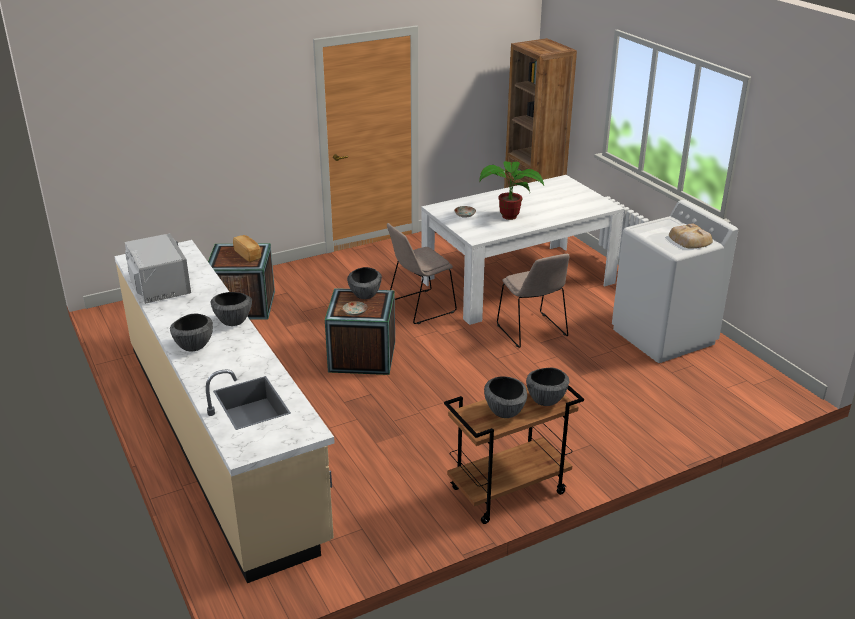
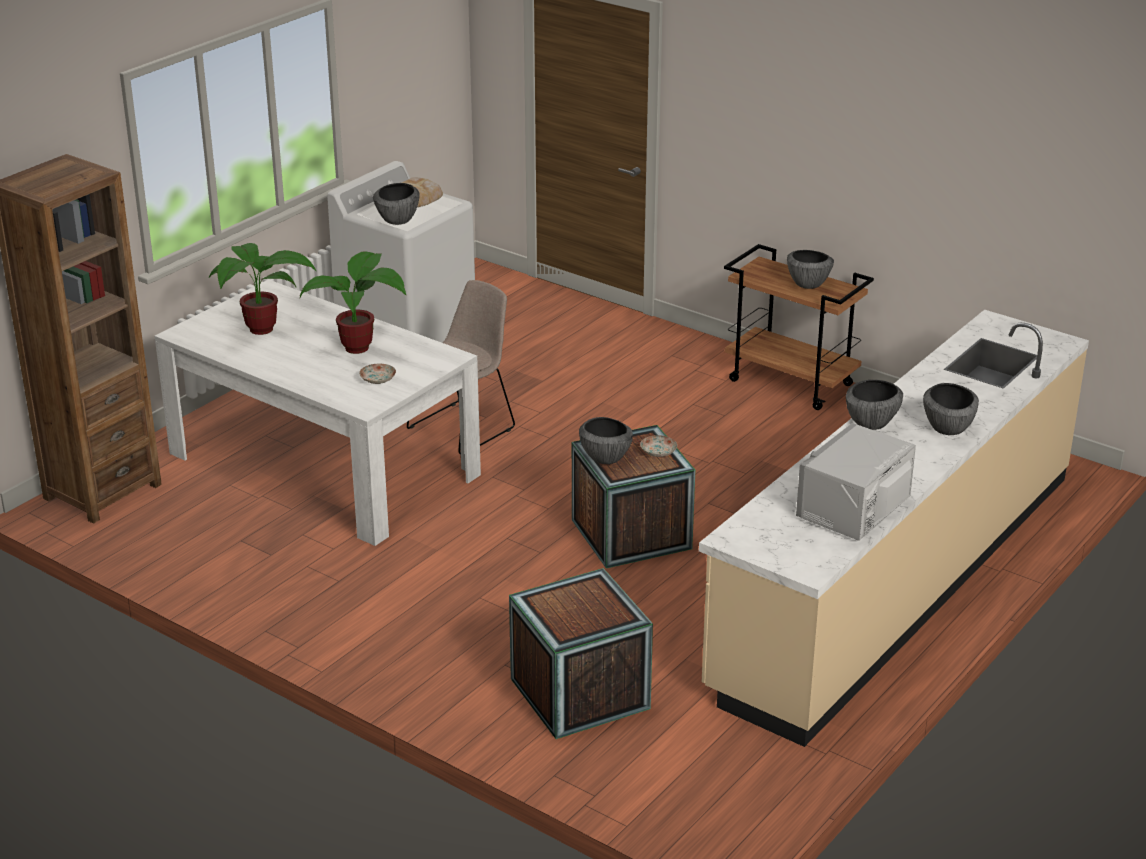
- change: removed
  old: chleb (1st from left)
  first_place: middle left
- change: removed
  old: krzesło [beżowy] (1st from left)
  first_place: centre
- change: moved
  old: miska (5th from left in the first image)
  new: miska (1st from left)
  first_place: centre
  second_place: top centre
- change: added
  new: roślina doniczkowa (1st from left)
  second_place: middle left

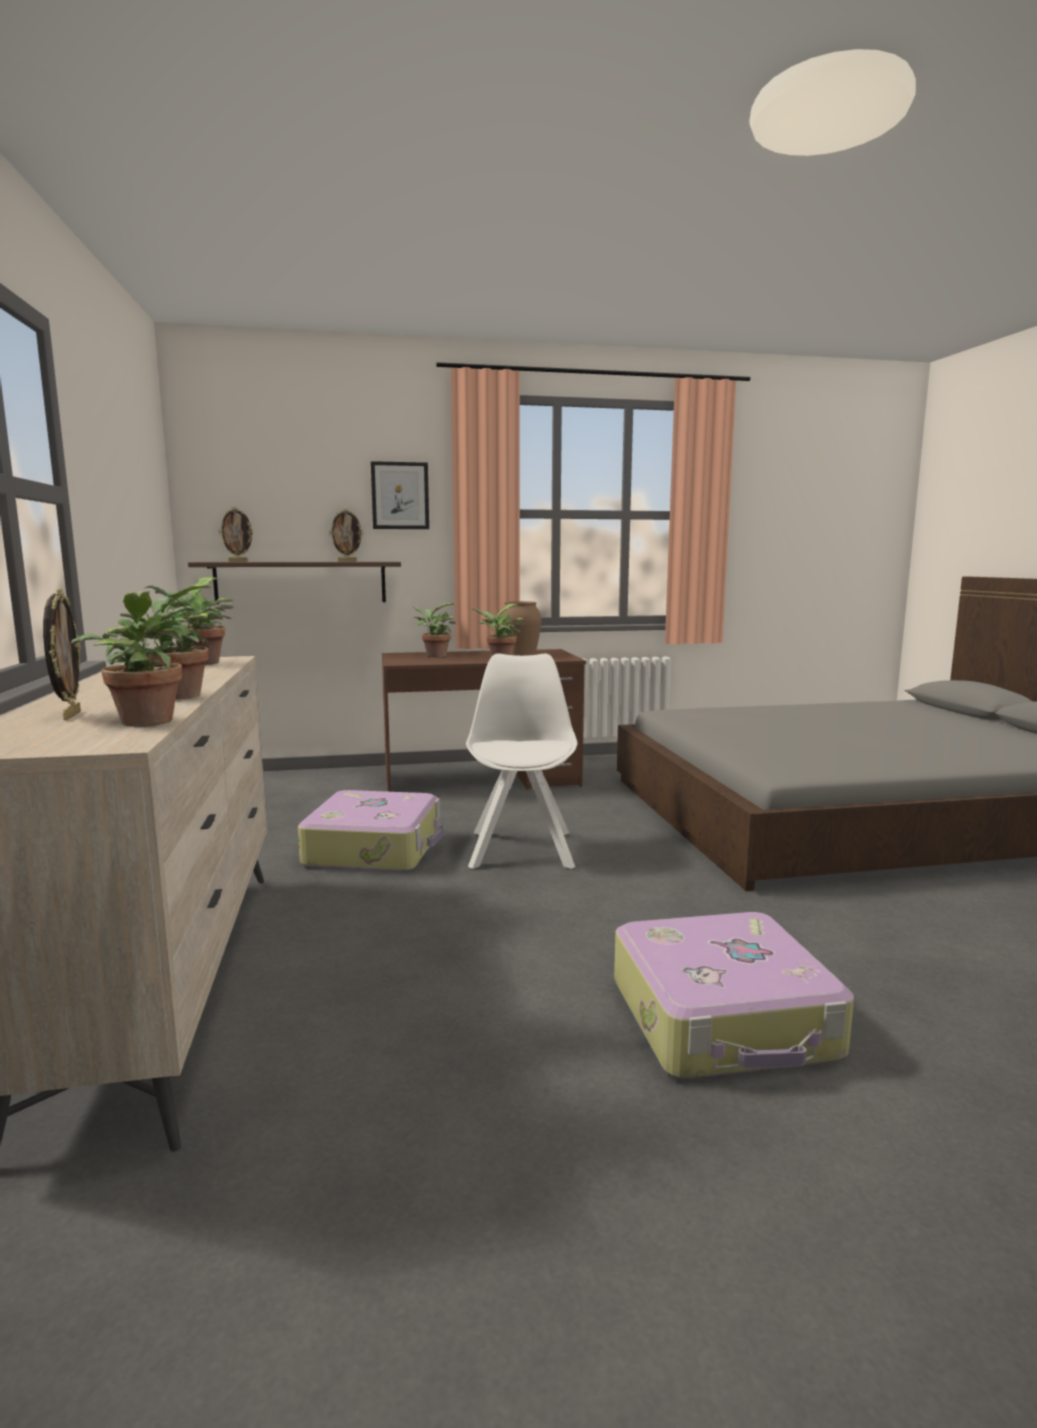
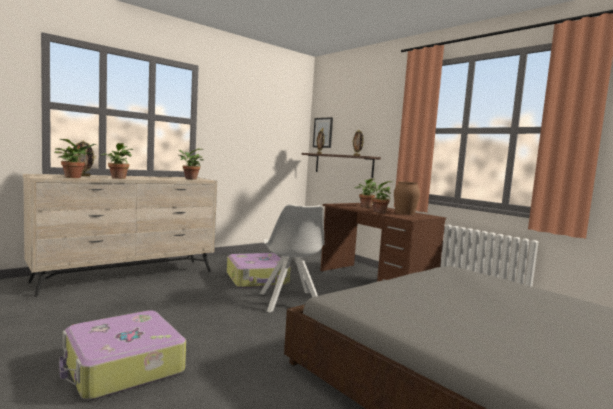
- change: moved
  old: obraz
  first_place: centre
  second_place: top centre
- change: turned
  old: krzesło [biały]
  first_place: centre
  second_place: centre
  degrees: 105

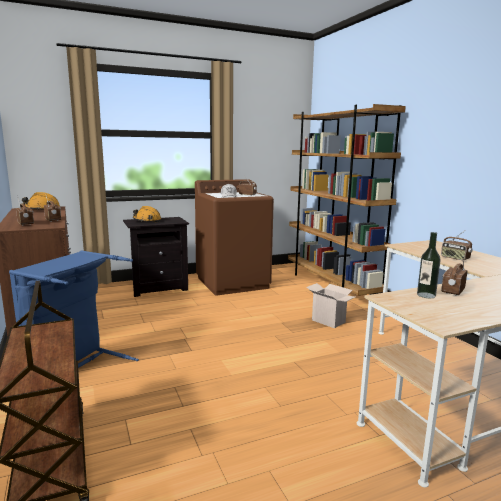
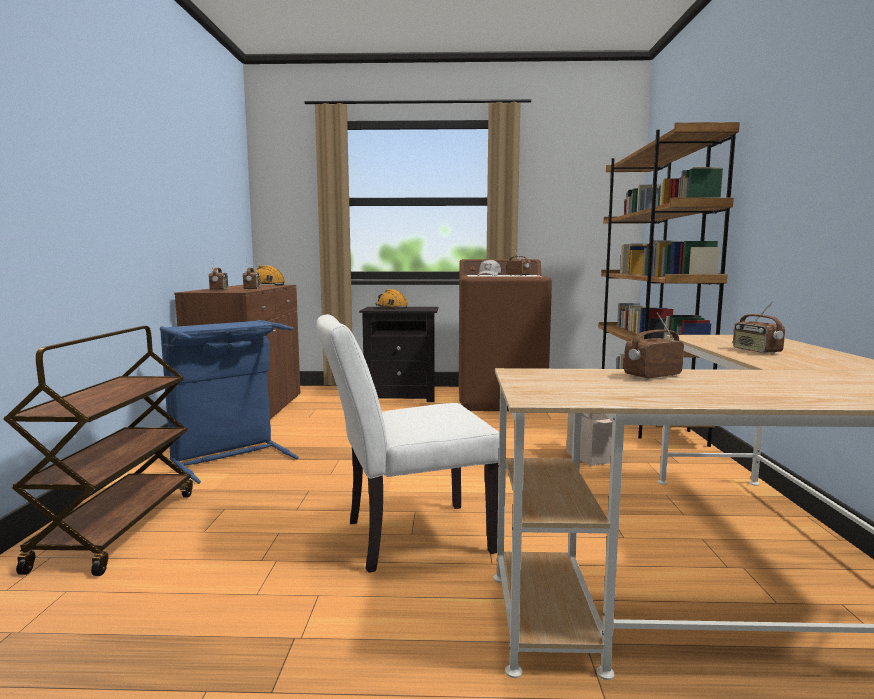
- change: removed
  old: butelka
  first_place: middle right
- change: added
  new: krzesło [biały]
  second_place: centre

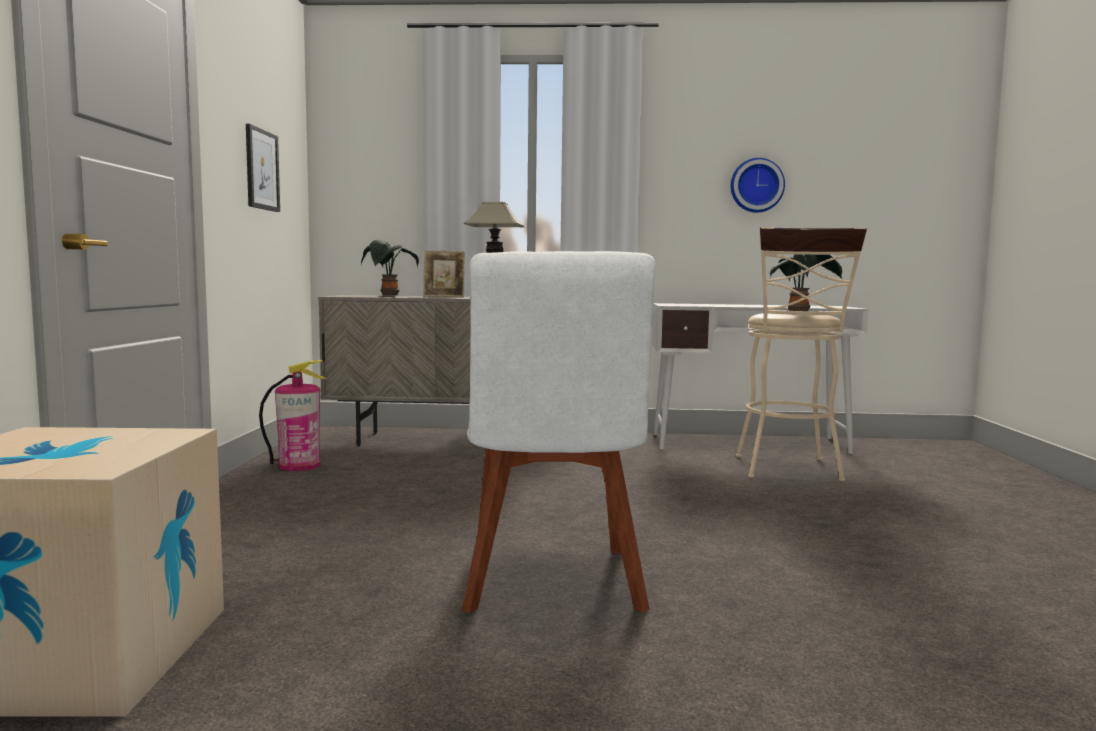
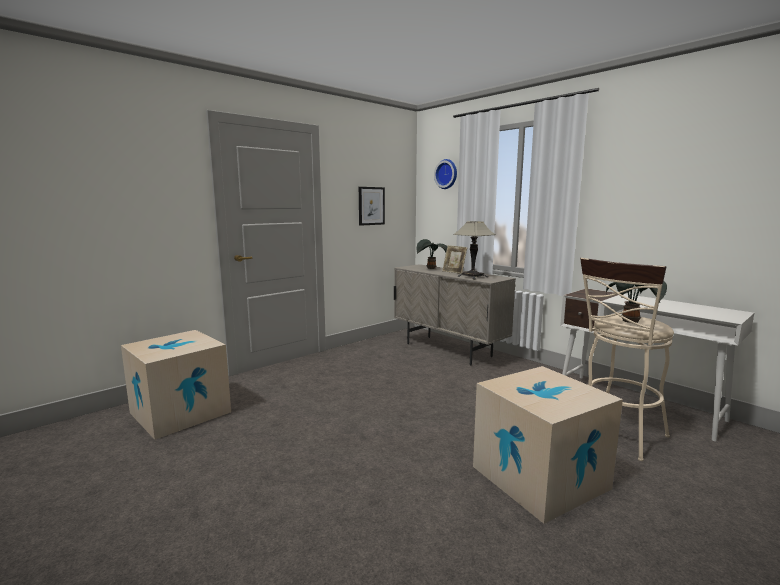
- change: removed
  old: gaśnica
  first_place: middle left
- change: removed
  old: krzesło [biały]
  first_place: centre
- change: moved
  old: zegar ścienny
  first_place: top right
  second_place: top centre
- change: added
  new: karton (2nd from left)
  second_place: bottom right

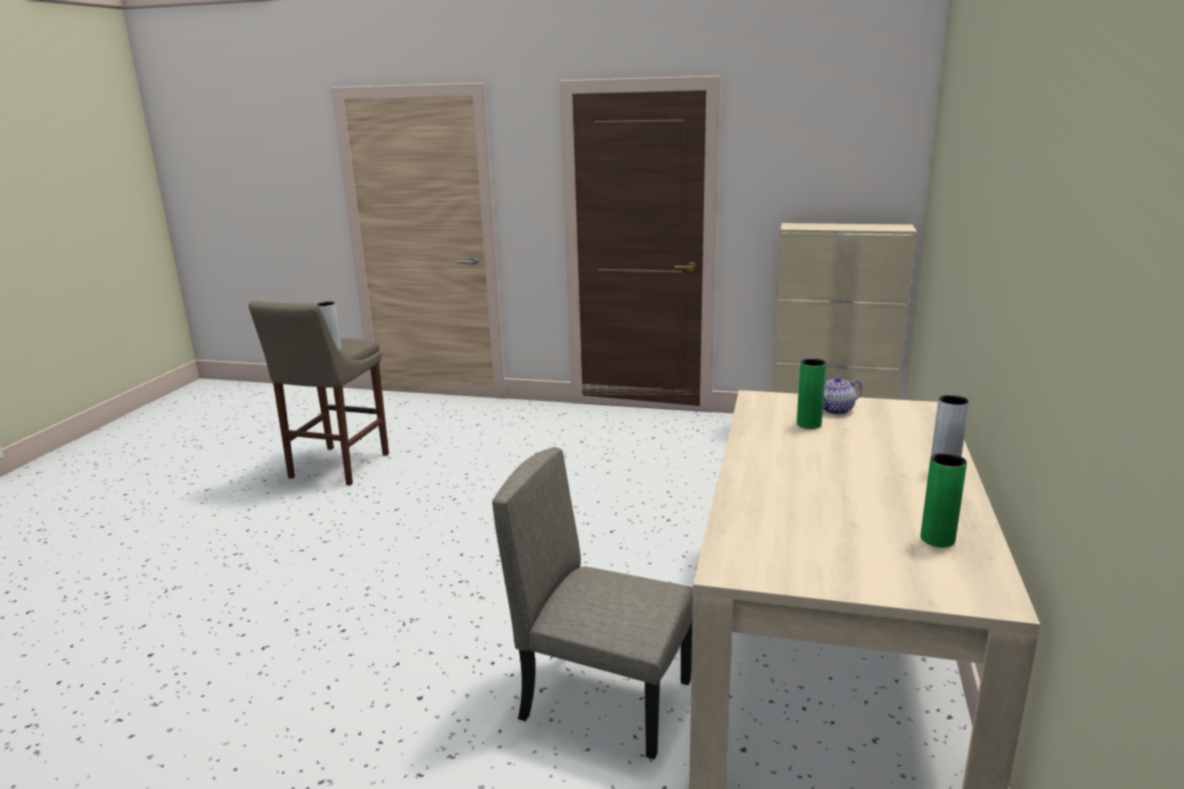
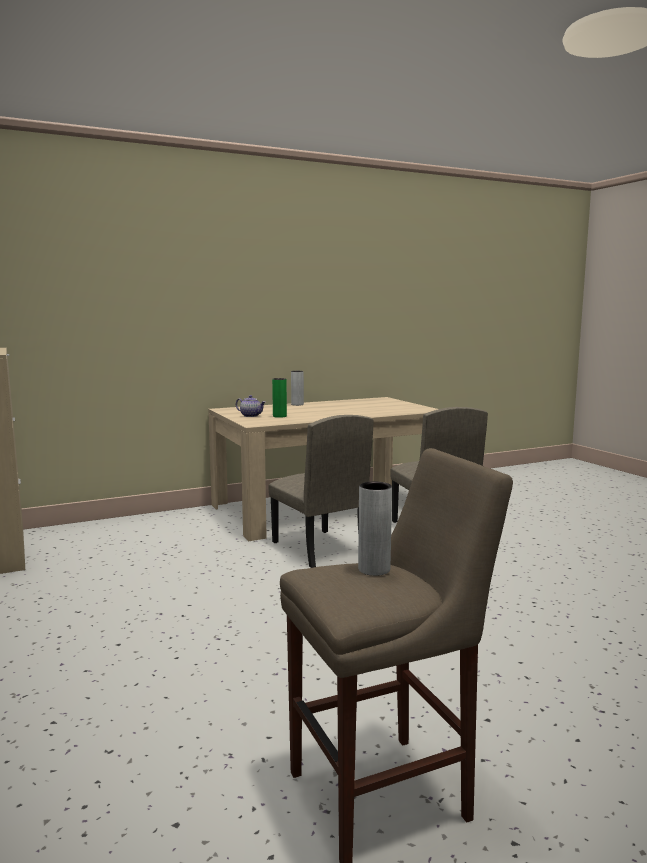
- change: removed
  old: wazon [zielony] (2nd from left)
  first_place: middle right
- change: added
  new: krzesło [beżowy] (1st from left)
  second_place: centre

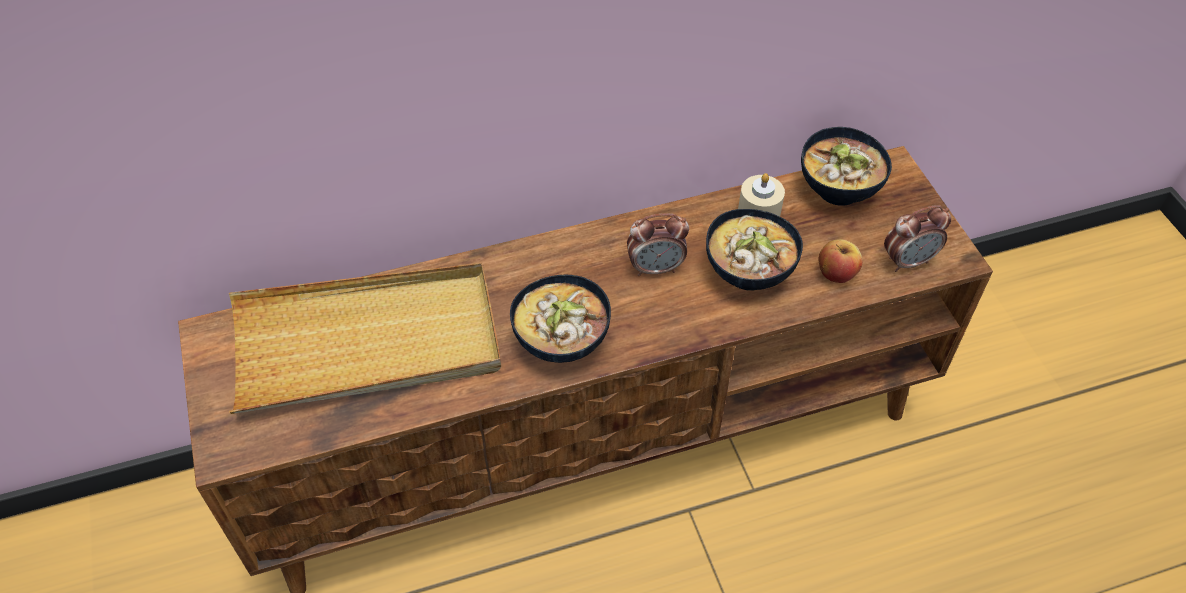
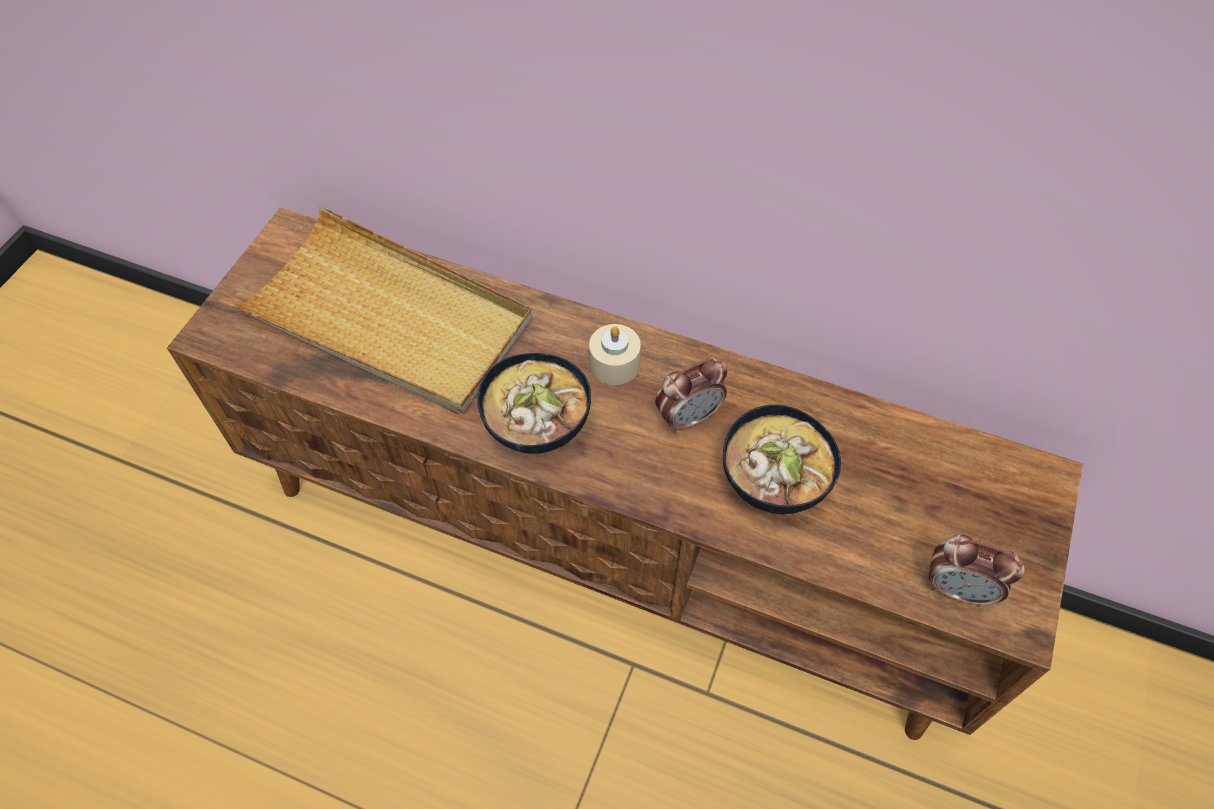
- change: turned
  old: budzik (1st from left)
  first_place: centre
  second_place: centre
  degrees: -60
- change: moved
  old: świeca [beżowy]
  first_place: top centre
  second_place: centre
- change: removed
  old: miska (3rd from left)
  first_place: top right
- change: removed
  old: jabłko
  first_place: middle right

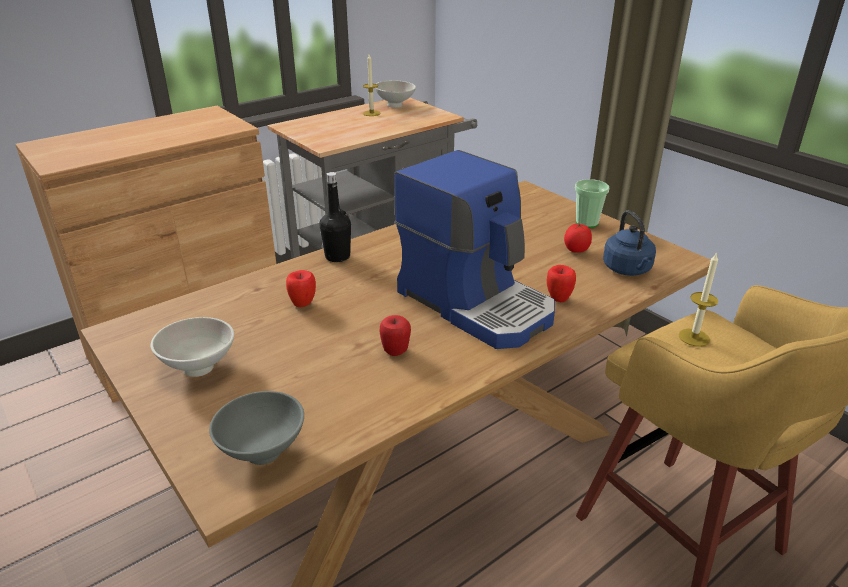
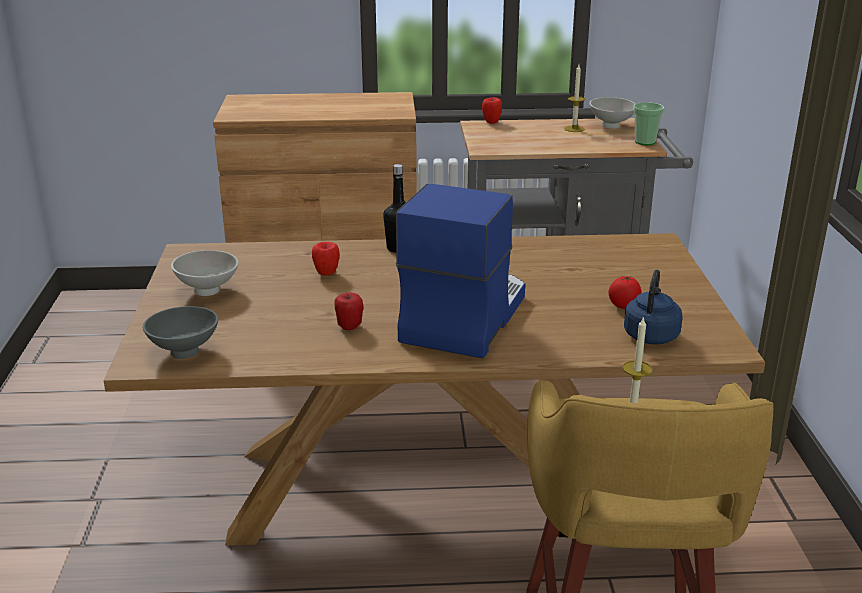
- change: turned
  old: ekspres do kawy
  first_place: centre
  second_place: centre
  degrees: -150
- change: moved
  old: jabłko (3rd from left)
  first_place: centre
  second_place: top centre
- change: moved
  old: filiżanka
  first_place: middle right
  second_place: top right

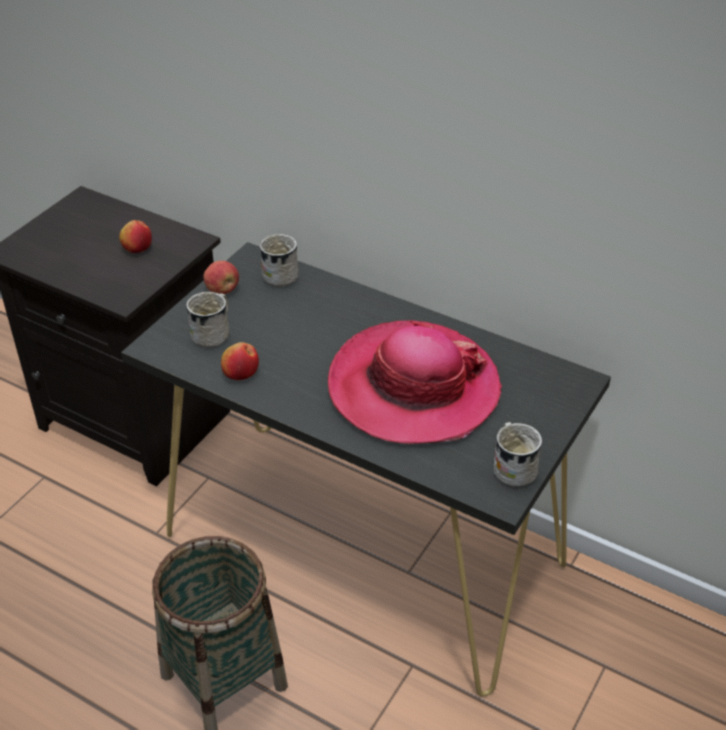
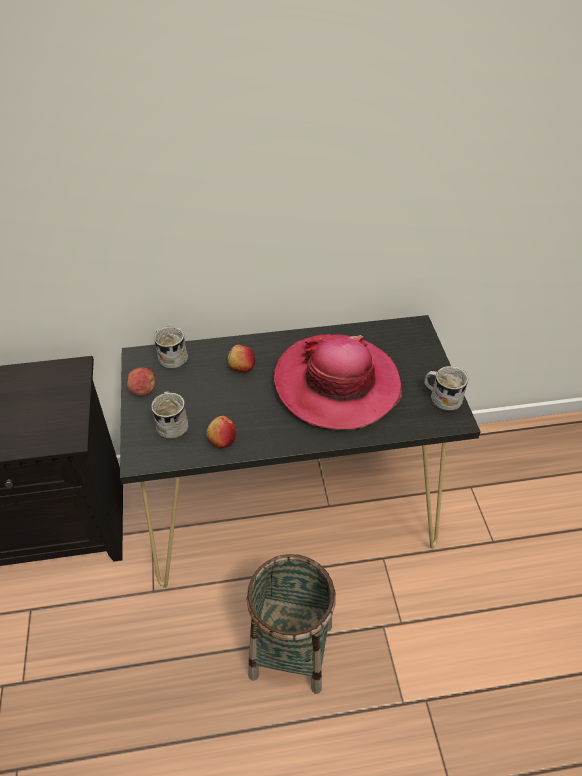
- change: moved
  old: jabłko (1st from left in the first image)
  new: jabłko (3rd from left)
  first_place: top left
  second_place: centre

